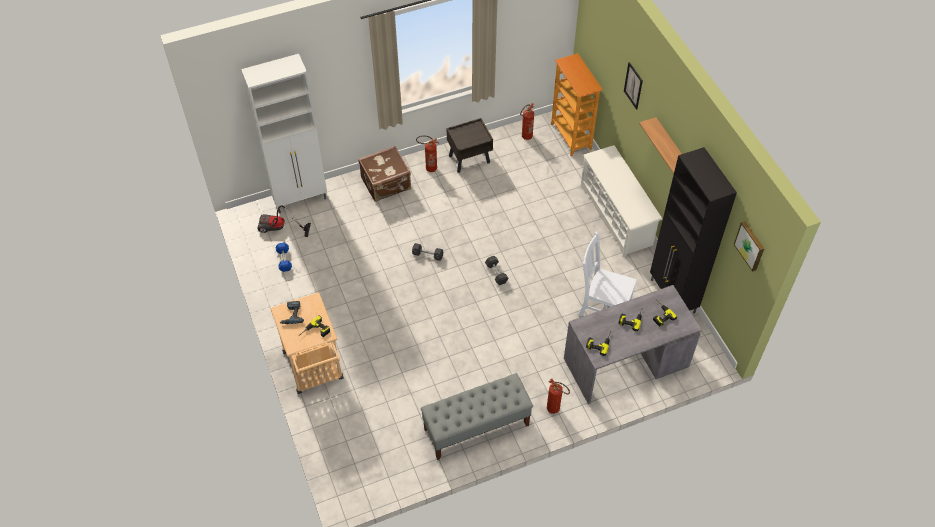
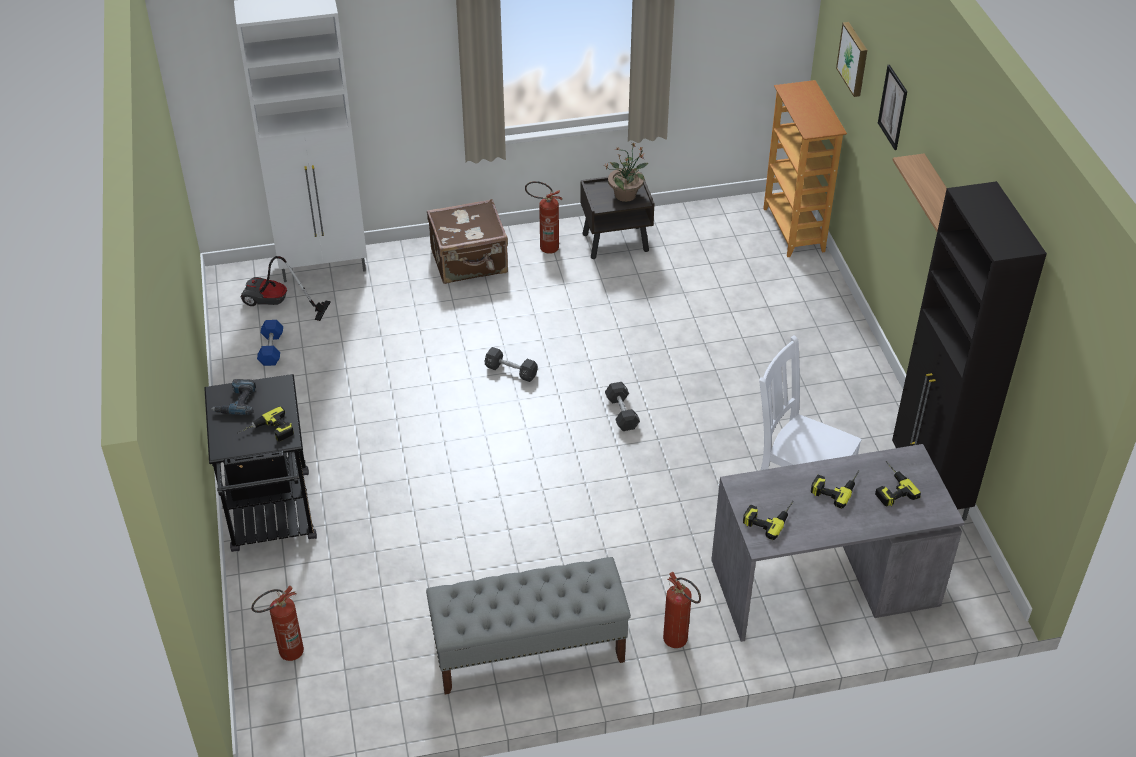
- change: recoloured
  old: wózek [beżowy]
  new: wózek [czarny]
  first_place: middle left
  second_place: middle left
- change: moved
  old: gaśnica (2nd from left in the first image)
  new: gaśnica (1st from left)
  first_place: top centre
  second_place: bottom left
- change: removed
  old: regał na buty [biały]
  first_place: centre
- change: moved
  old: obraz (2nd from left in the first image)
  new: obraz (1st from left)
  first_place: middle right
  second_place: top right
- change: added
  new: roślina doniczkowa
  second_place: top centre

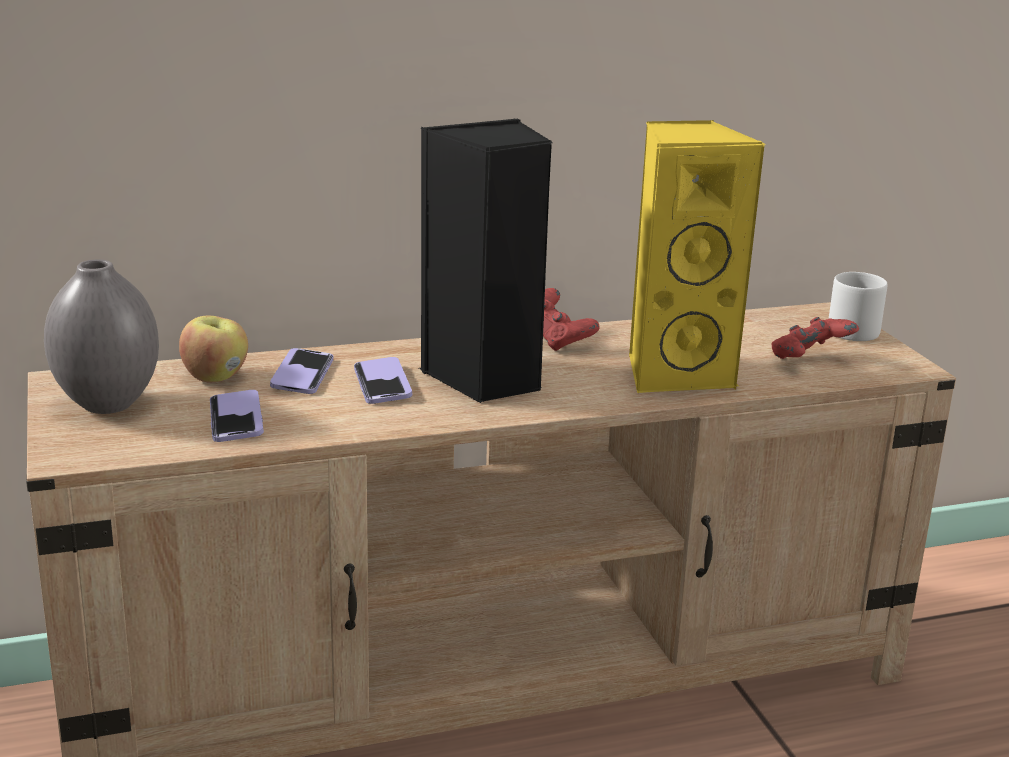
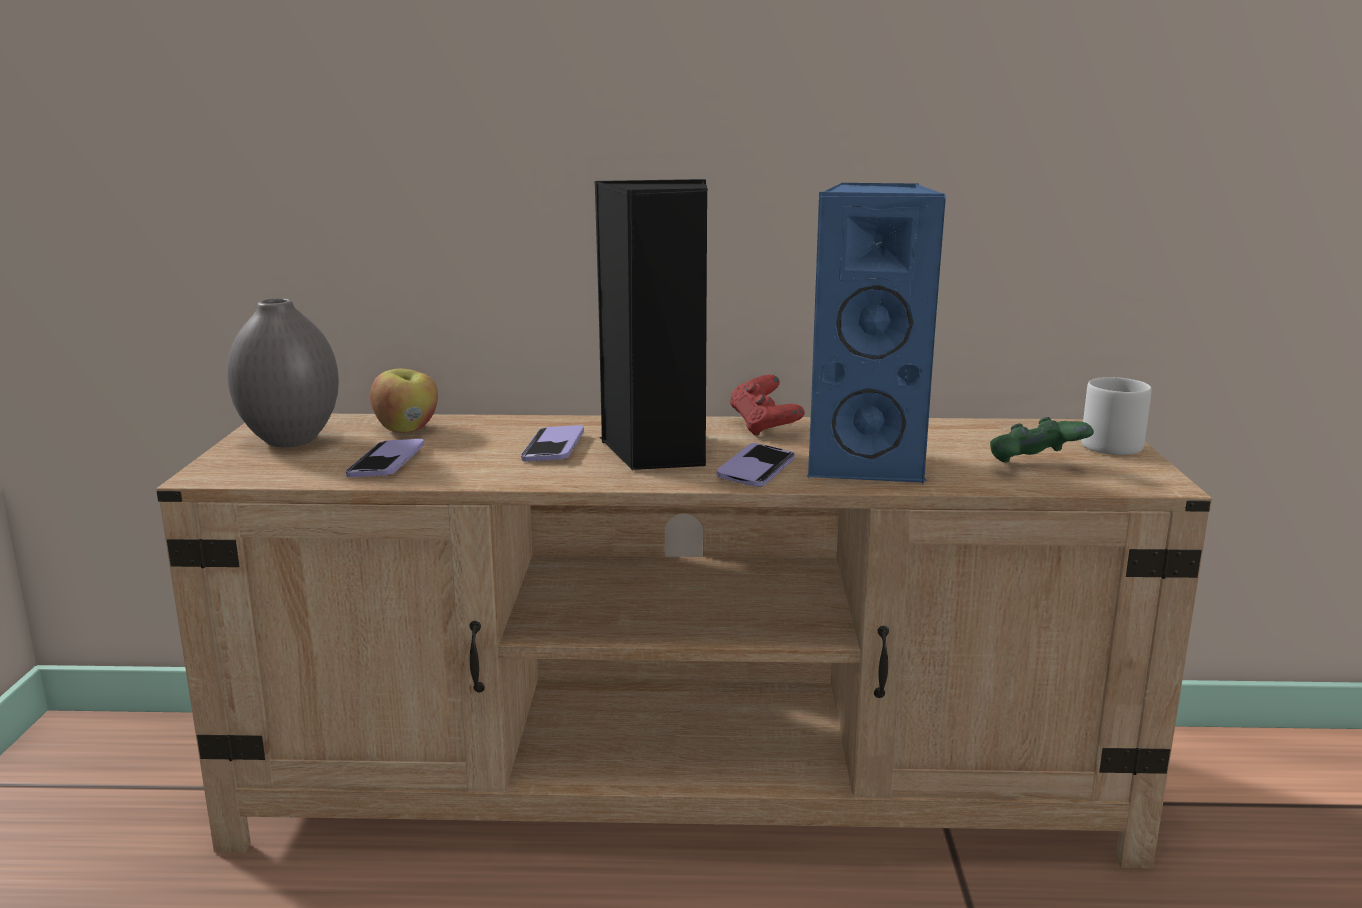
- change: moved
  old: telefon (2nd from left in the first image)
  new: telefon (3rd from left)
  first_place: middle left
  second_place: centre
- change: recoloured
  old: głośnik [żółty]
  new: głośnik [niebieski]
  first_place: middle right
  second_place: centre
- change: recoloured
  old: pad do gier [czerwony] (2nd from left)
  new: pad do gier [zielony]
  first_place: middle right
  second_place: middle right

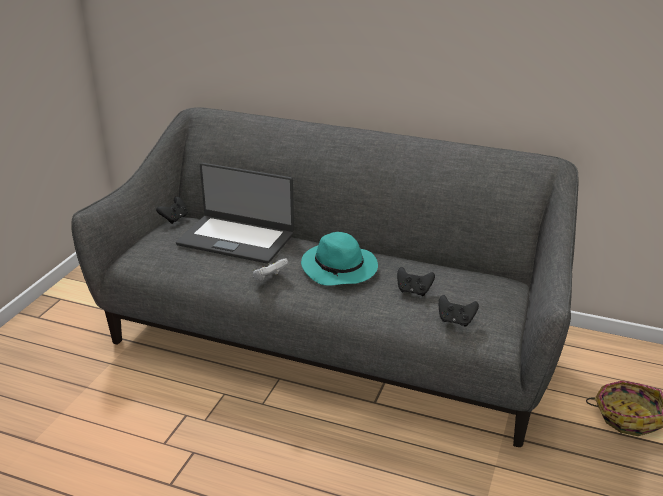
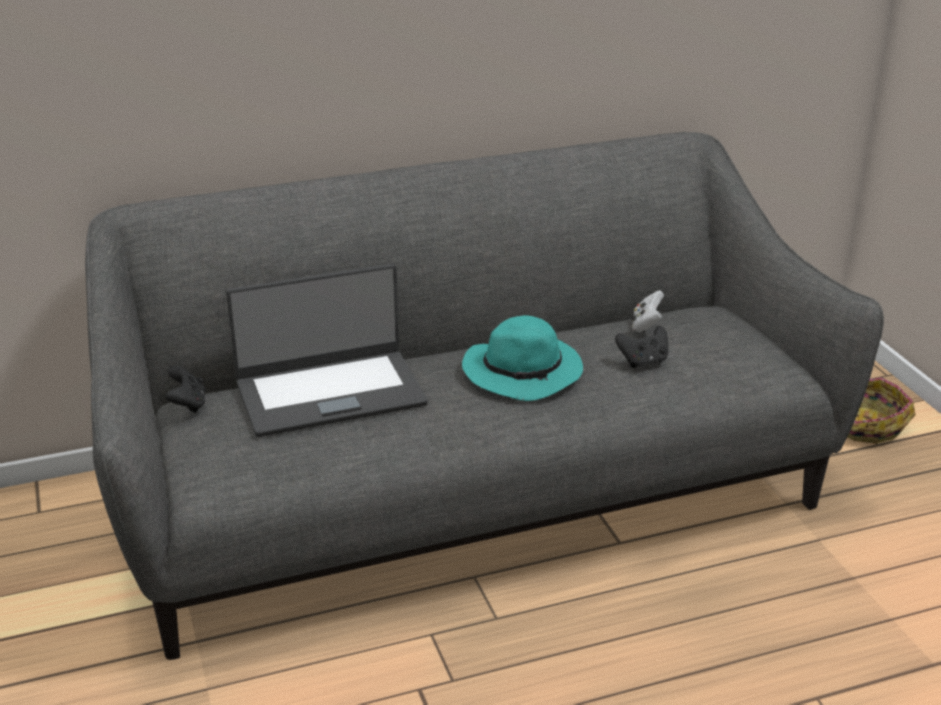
- change: moved
  old: pad do gier [biały]
  first_place: centre
  second_place: middle right
- change: removed
  old: pad do gier [czarny] (3rd from left)
  first_place: middle right

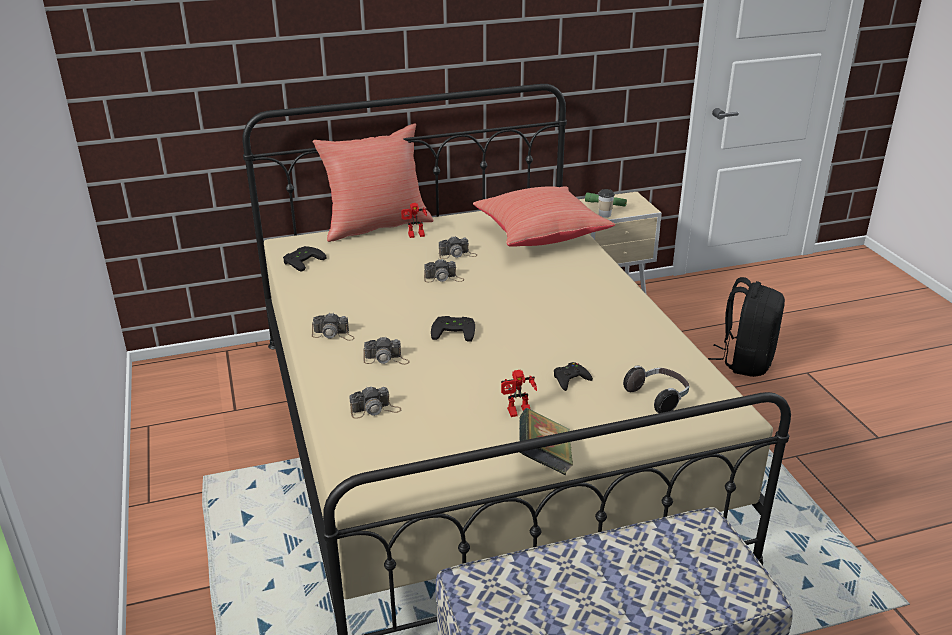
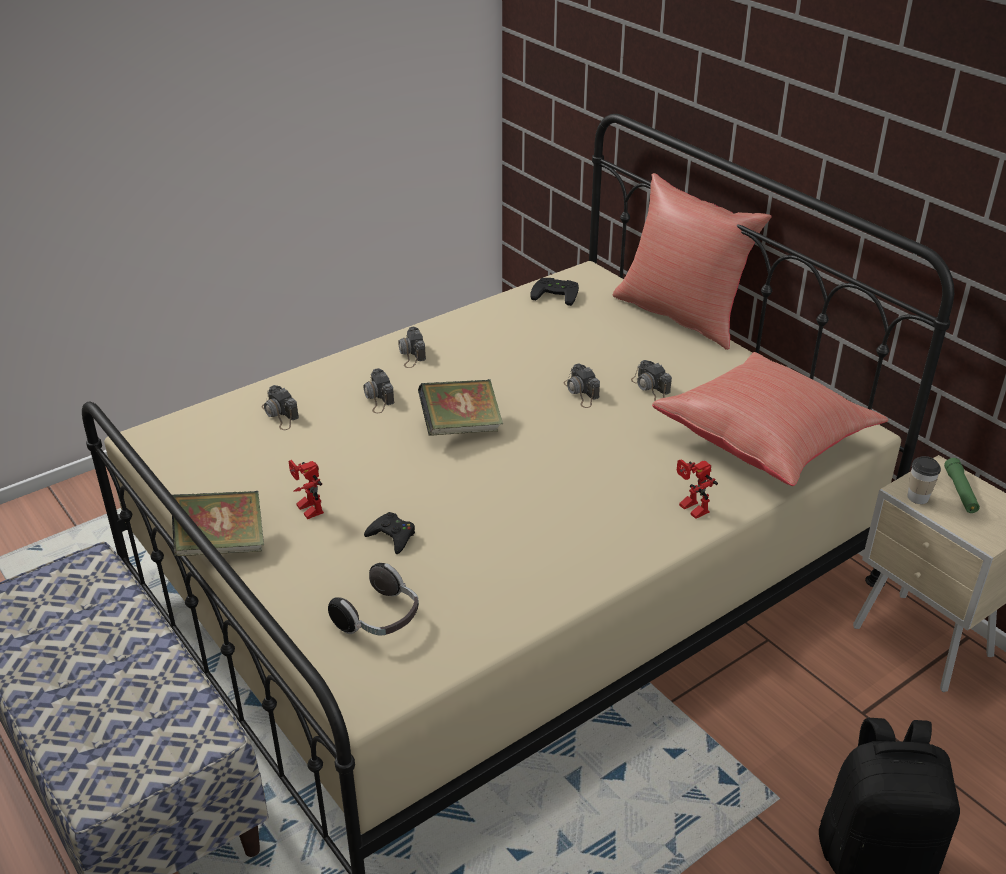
- change: moved
  old: robot zabawkowy (1st from left in the first image)
  new: robot zabawkowy (2nd from left)
  first_place: centre
  second_place: middle right
- change: replaced
  old: pad do gier [czarny] (2nd from left)
  new: książka (2nd from left)
  first_place: centre
  second_place: centre

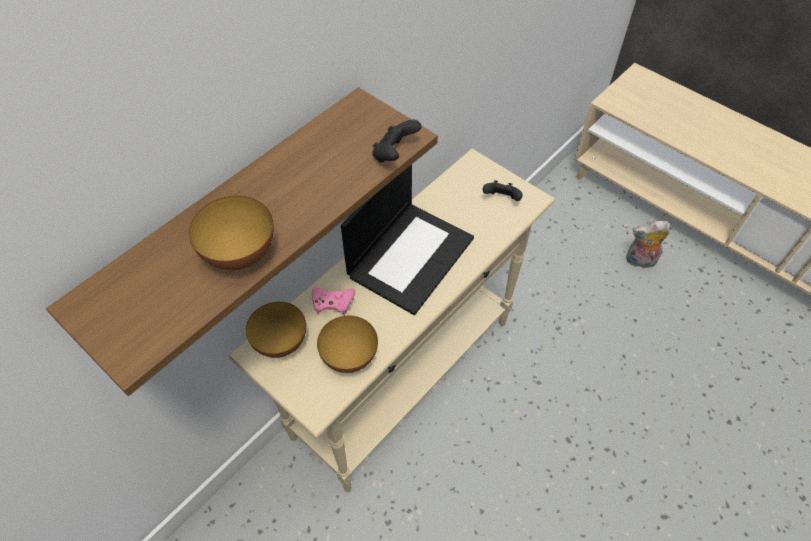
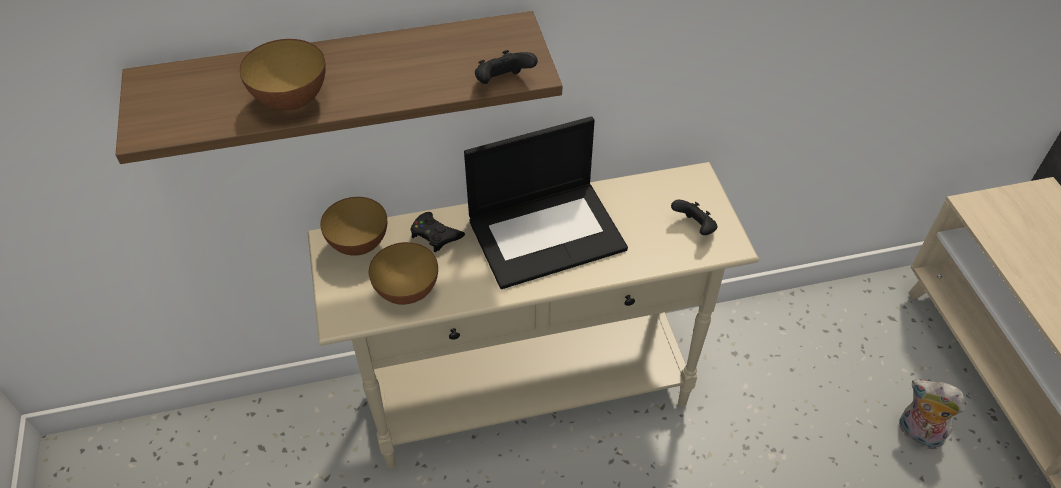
- change: recoloured
  old: pad do gier [różowy]
  new: pad do gier [czarny] (1st from left)
  first_place: centre
  second_place: centre

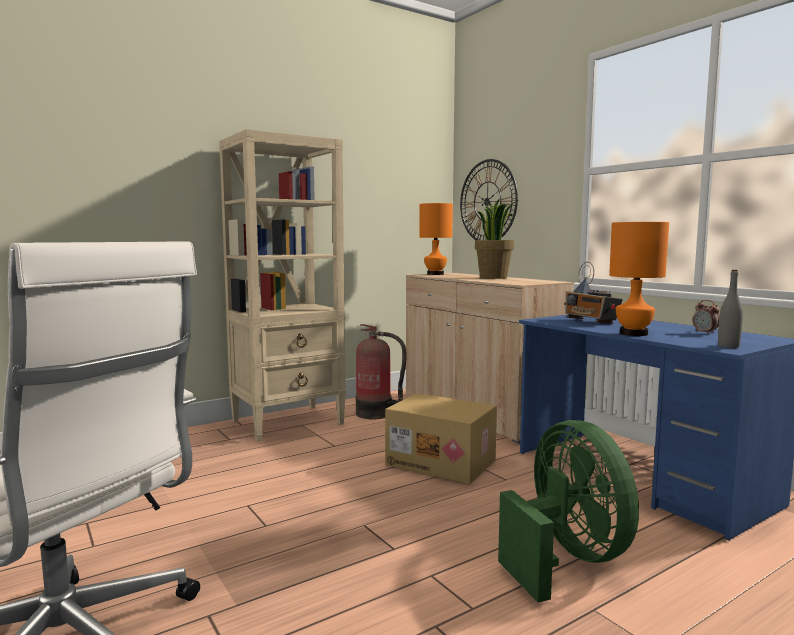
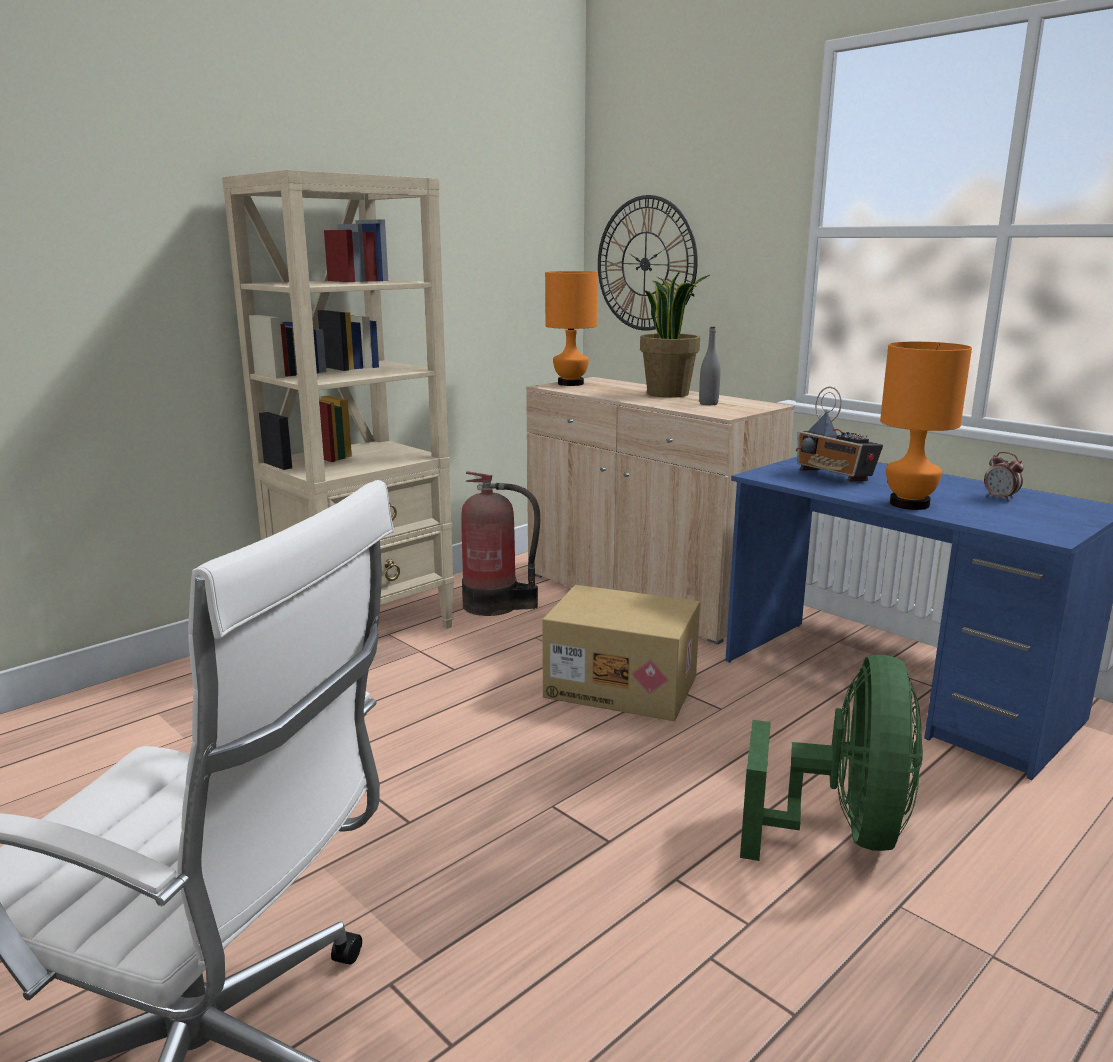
- change: turned
  old: wentylator [zielony]
  first_place: bottom right
  second_place: bottom right
  degrees: 45
- change: moved
  old: butelka [szary]
  first_place: middle right
  second_place: centre

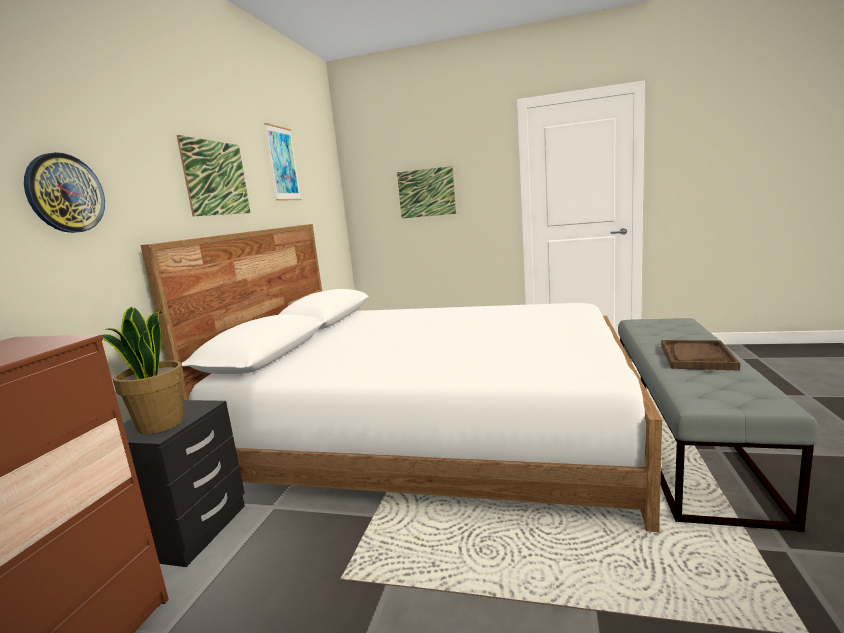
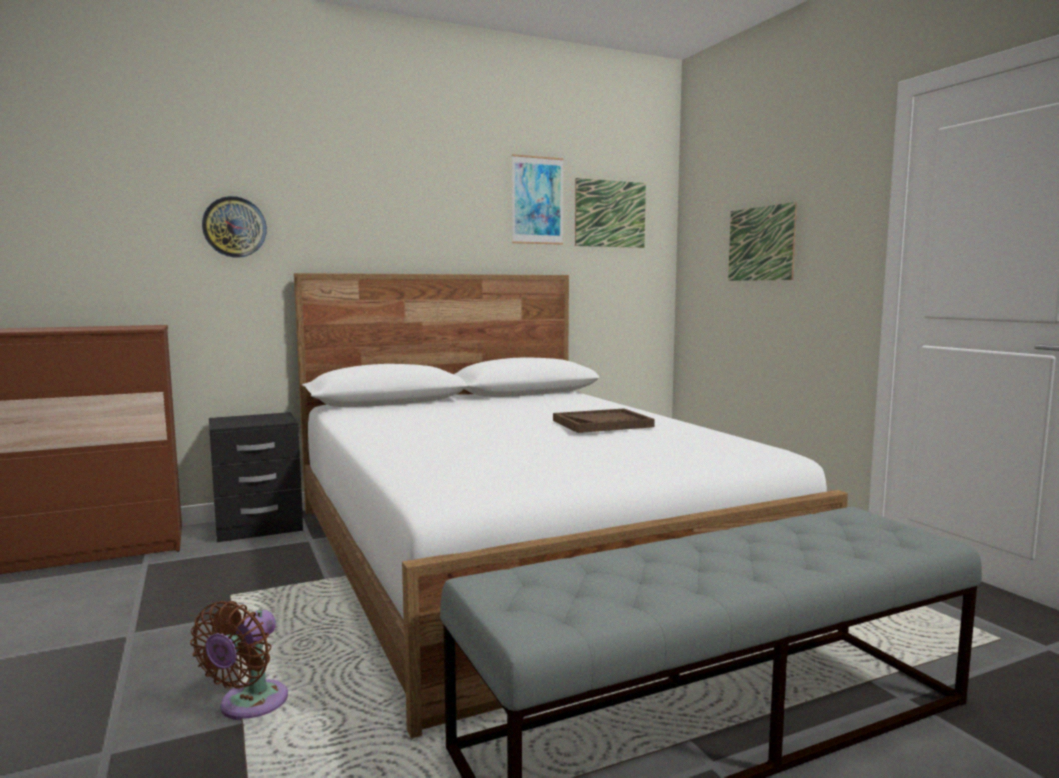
- change: removed
  old: roślina doniczkowa
  first_place: middle left
- change: moved
  old: obraz (1st from left in the first image)
  new: obraz (2nd from left)
  first_place: top left
  second_place: top centre
- change: moved
  old: taca [brązowy]
  first_place: middle right
  second_place: centre
- change: added
  new: wentylator [brązowy]
  second_place: bottom left

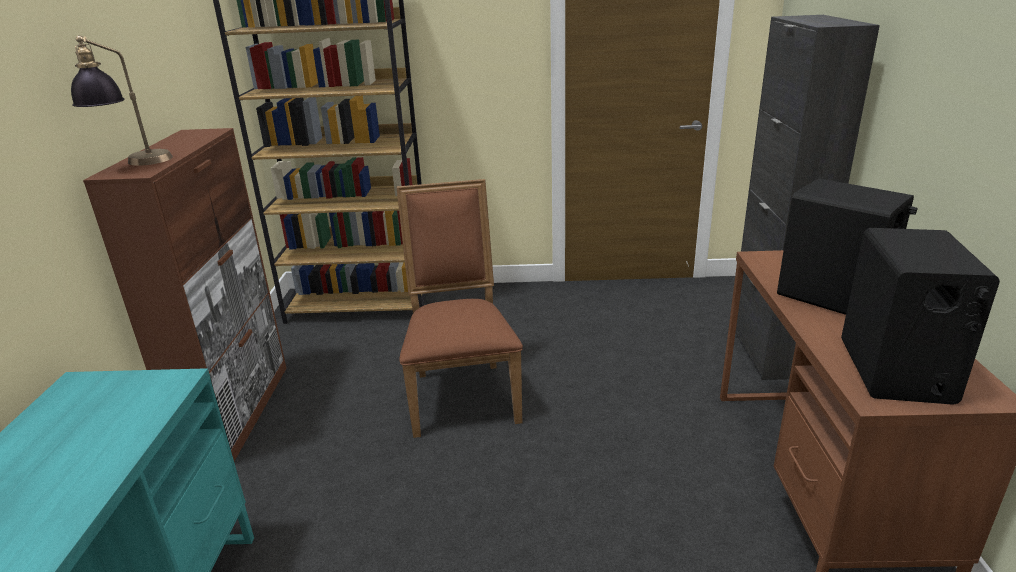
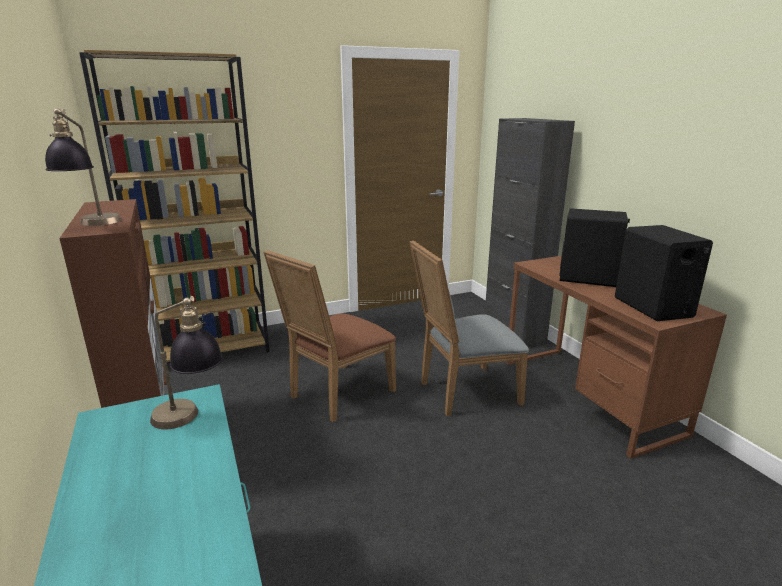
- change: turned
  old: krzesło [brązowy]
  first_place: centre
  second_place: centre
  degrees: -105
- change: added
  new: lampa stołowa (2nd from left)
  second_place: middle left
- change: added
  new: krzesło [szary]
  second_place: centre

